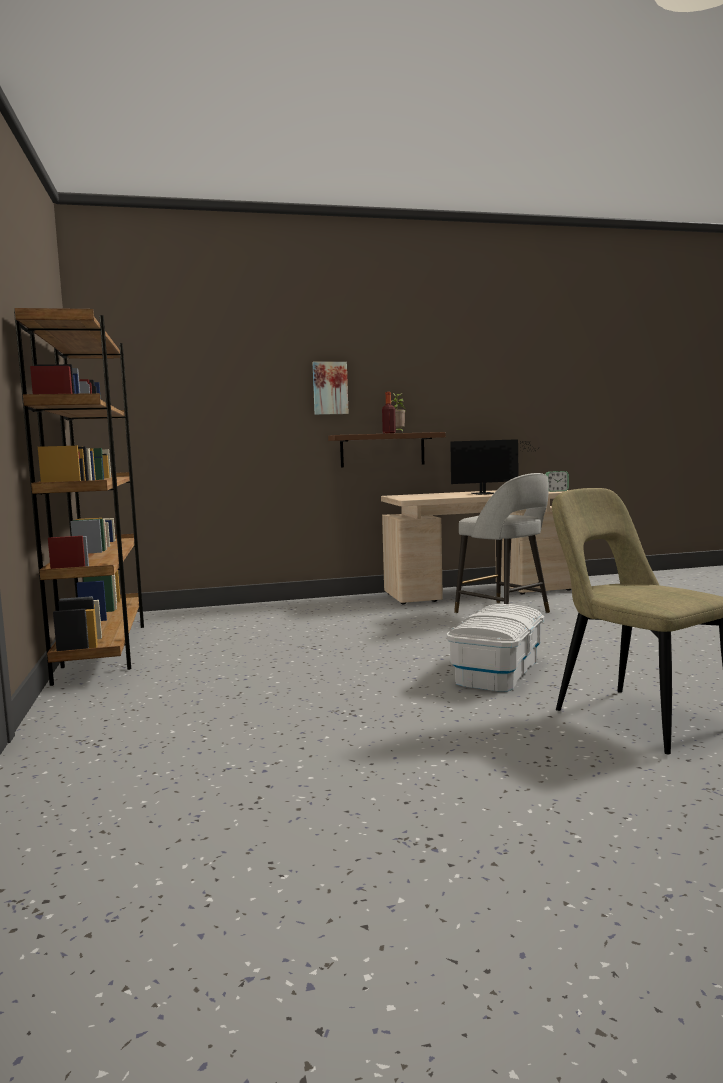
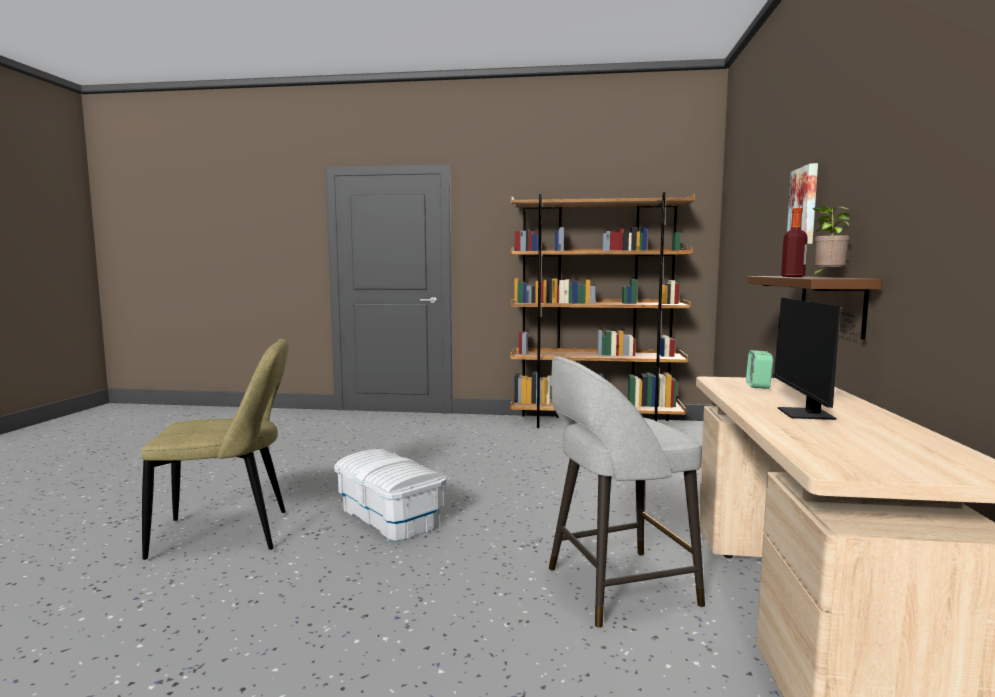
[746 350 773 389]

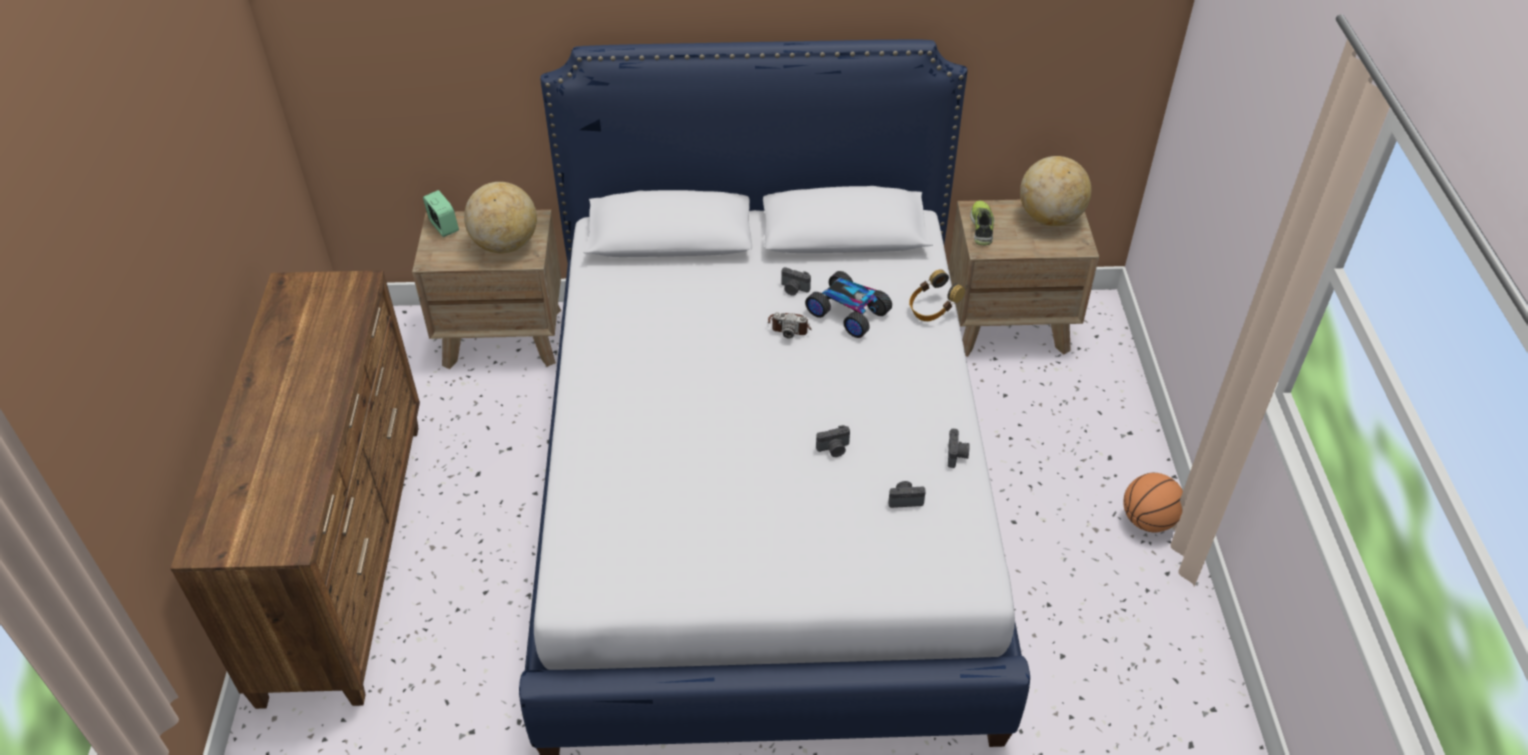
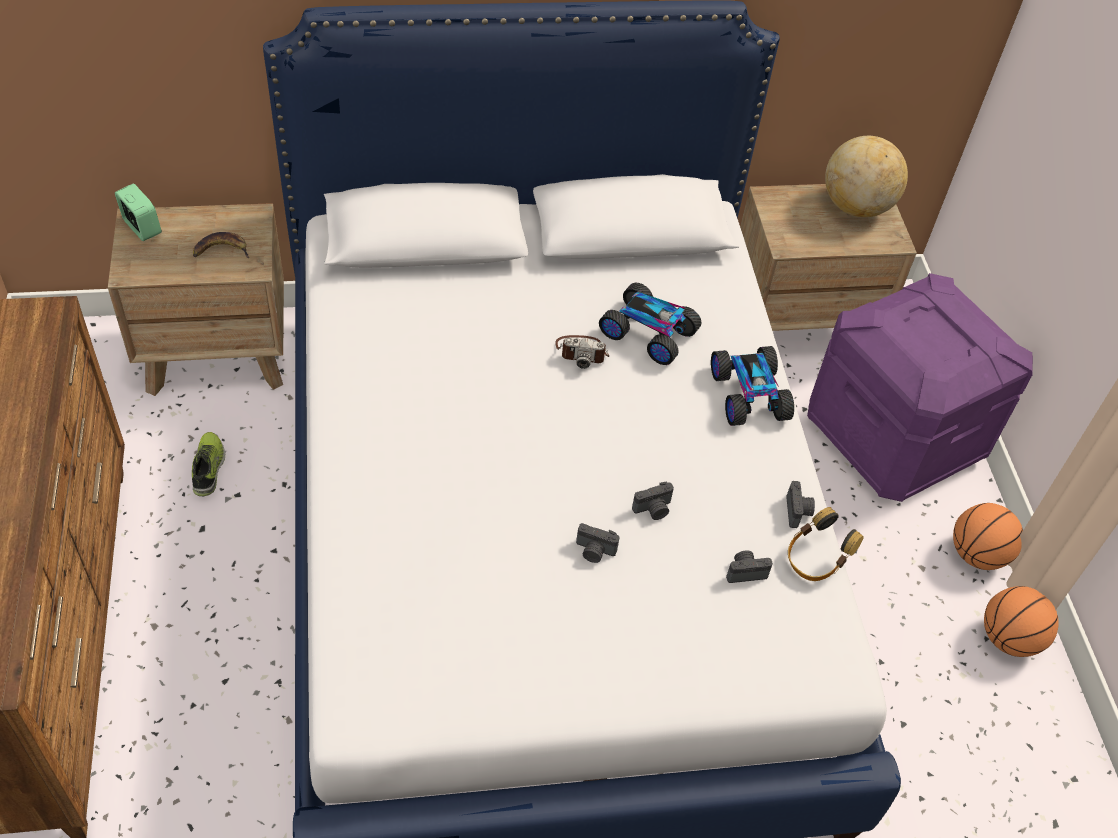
[193 232 249 258]
[576 523 620 563]
[788 507 864 581]
[192 432 225 496]
[711 346 794 426]
[807 273 1033 502]
[984 586 1059 657]

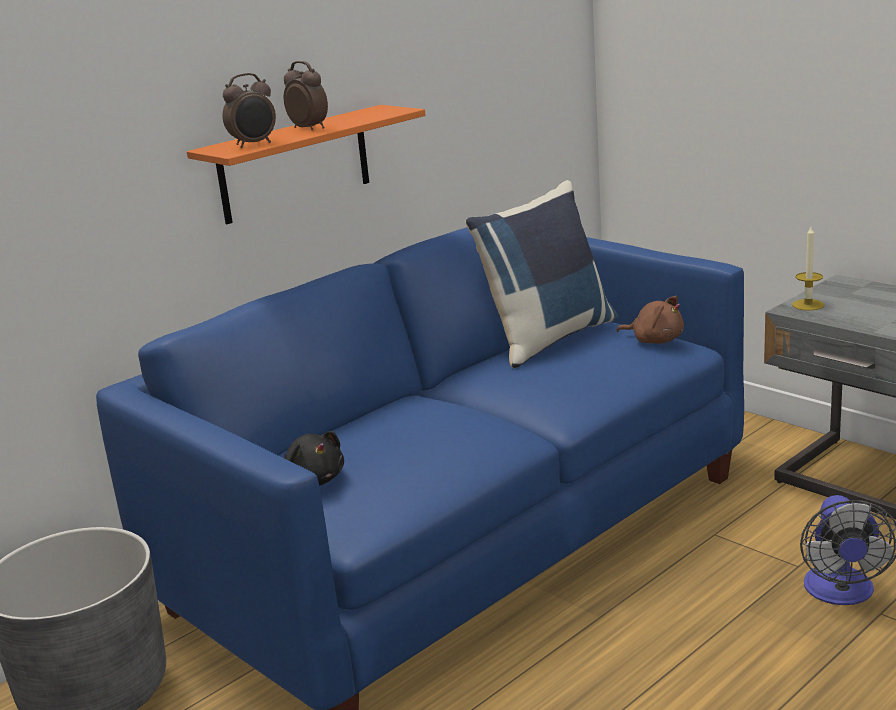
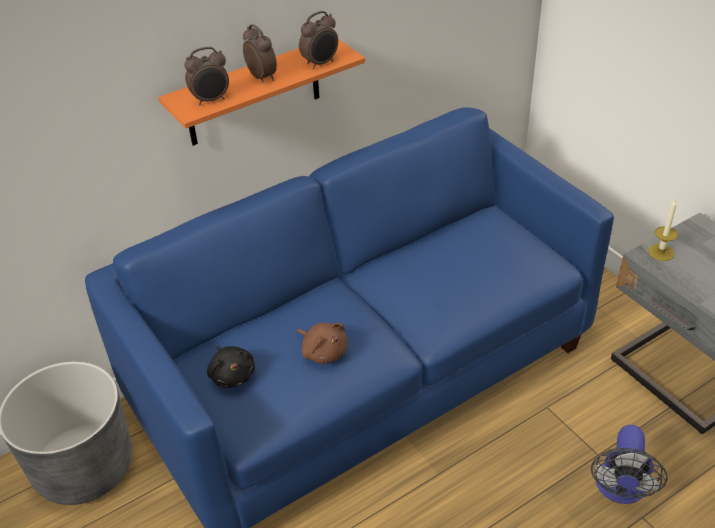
[465 180 618 368] (first image)
[297 323 347 364]
[299 11 338 69]

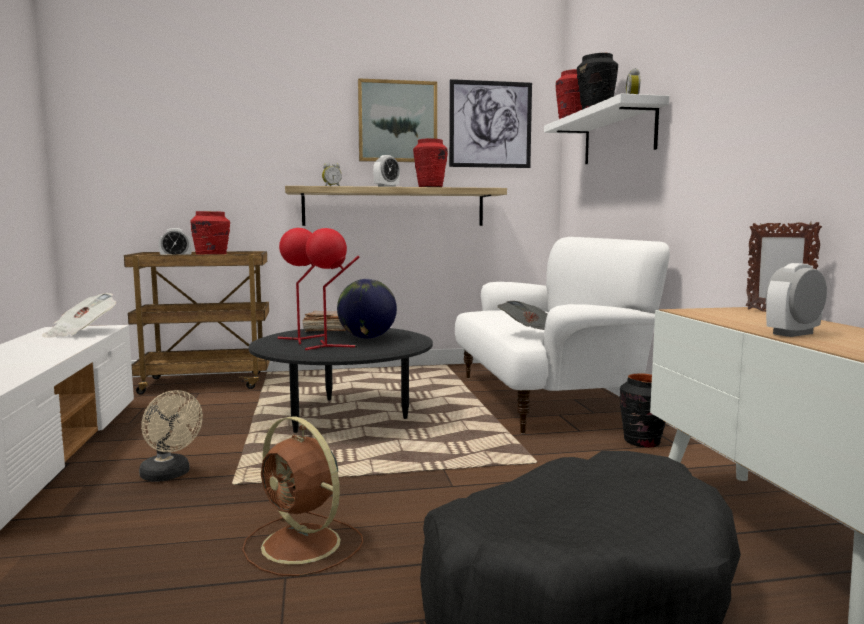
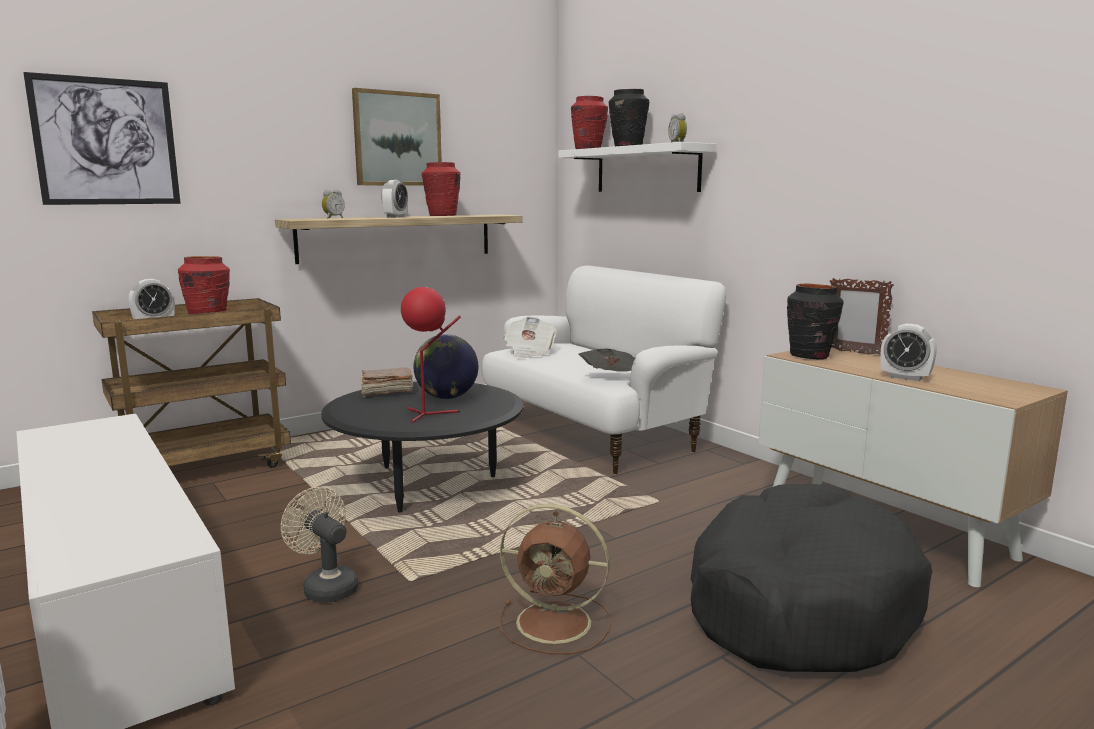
[503 317 557 358]
[281 487 359 603]
[277 228 324 344] (first image)
[23 72 180 205]
[787 283 844 359]
[881 324 937 381]

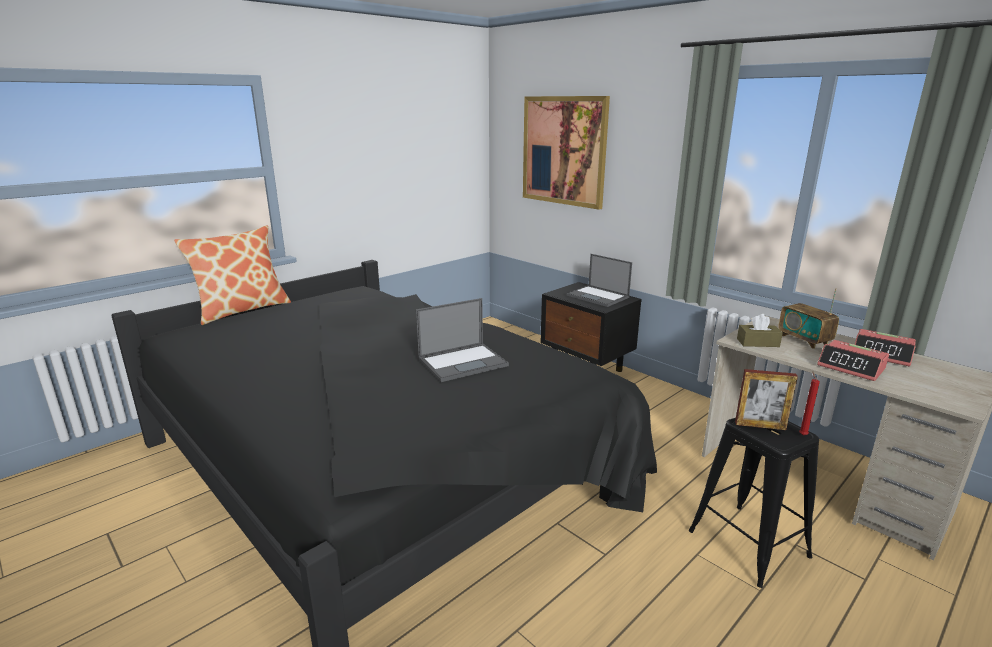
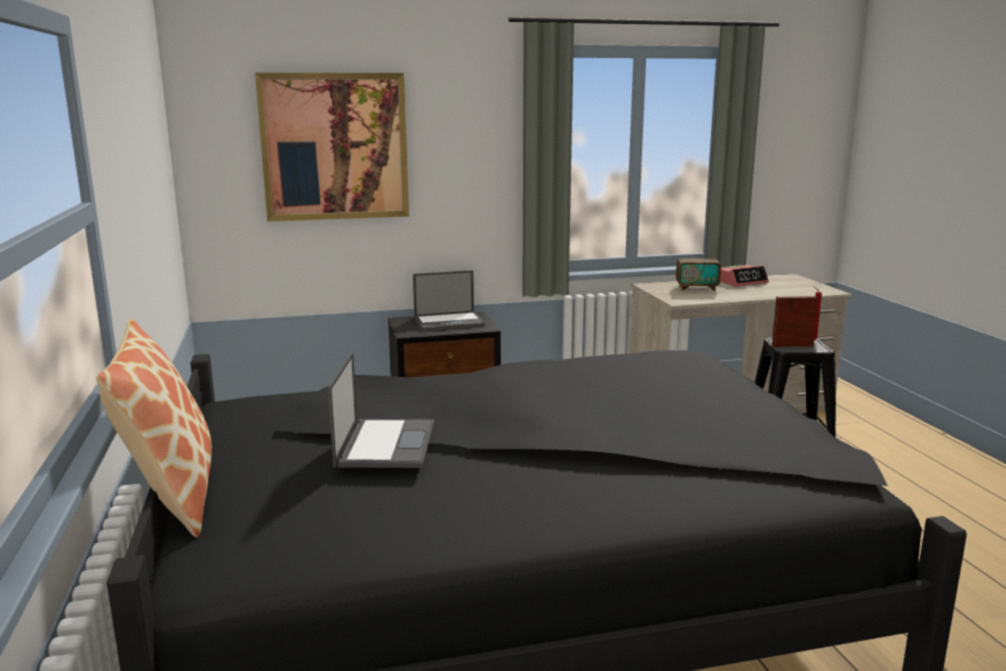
[328 352 434 468]
[772 296 818 347]
[737 314 783 347] (first image)
[817 340 889 381] (first image)

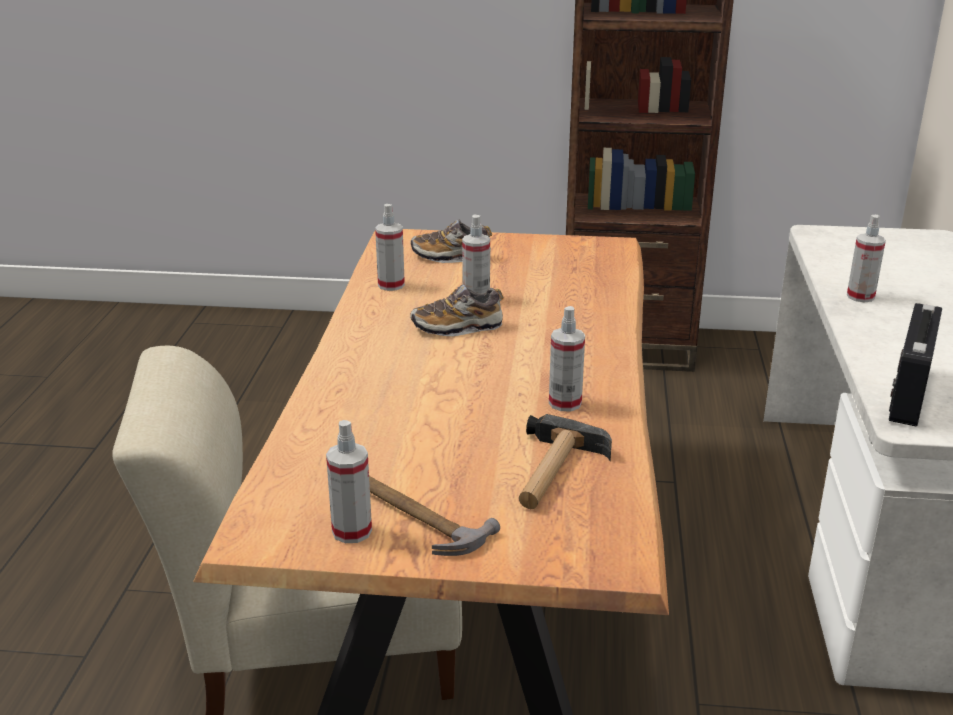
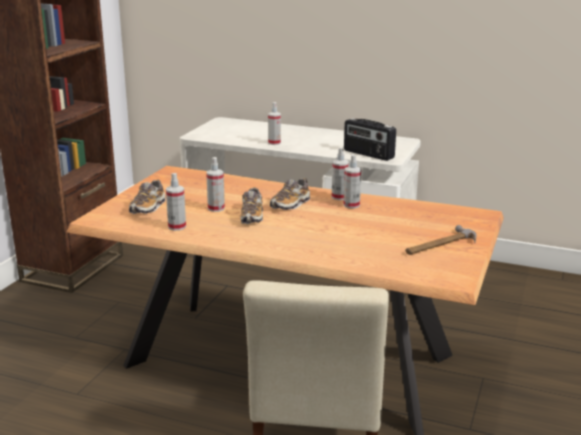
[332 148 349 200]
[519 414 612 509] (first image)
[270 178 310 210]

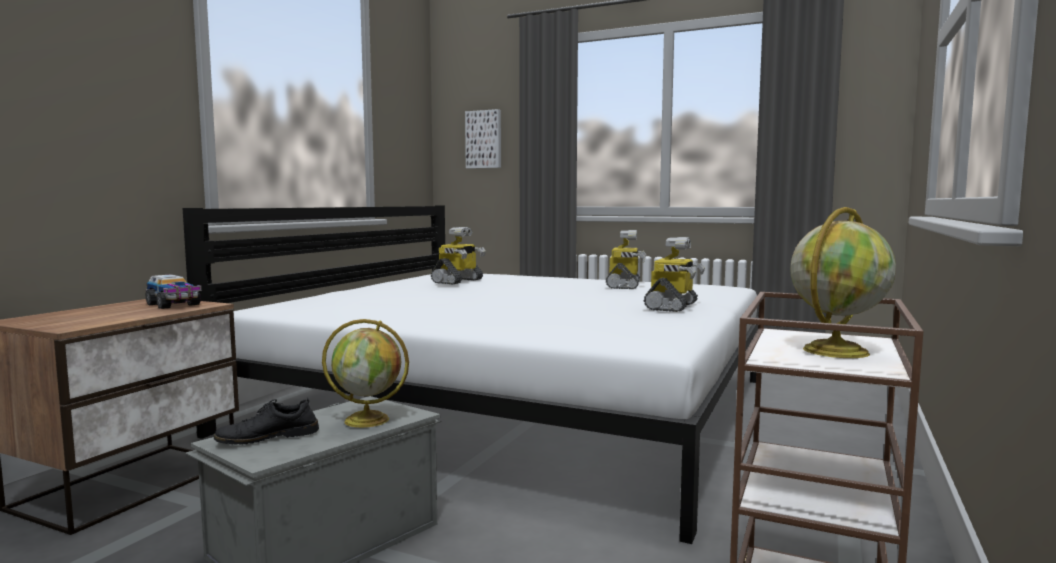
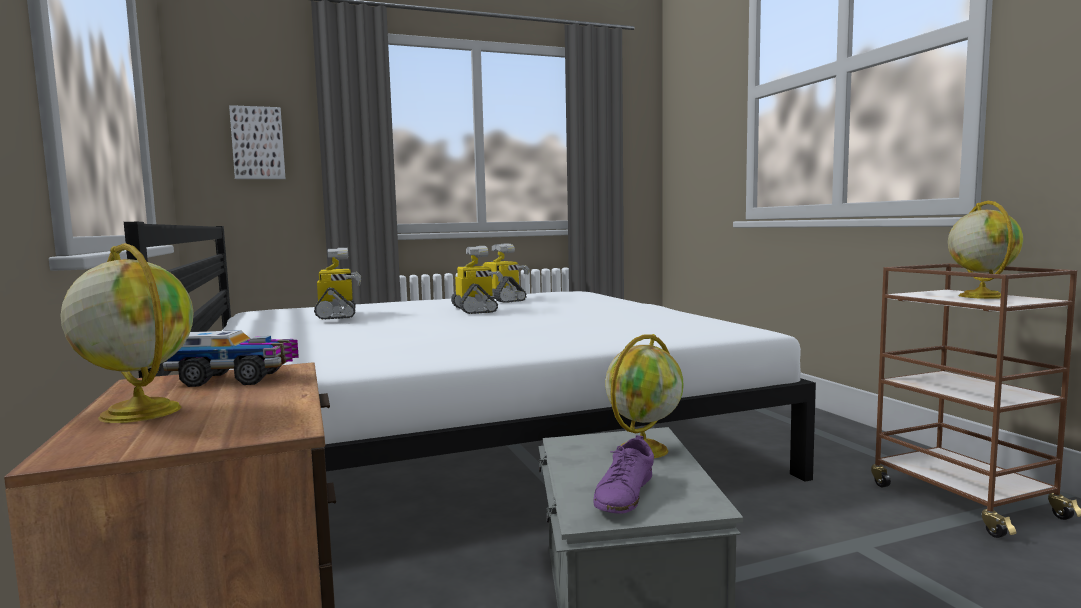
[593 435 654 513]
[451 246 503 314]
[60 243 194 423]

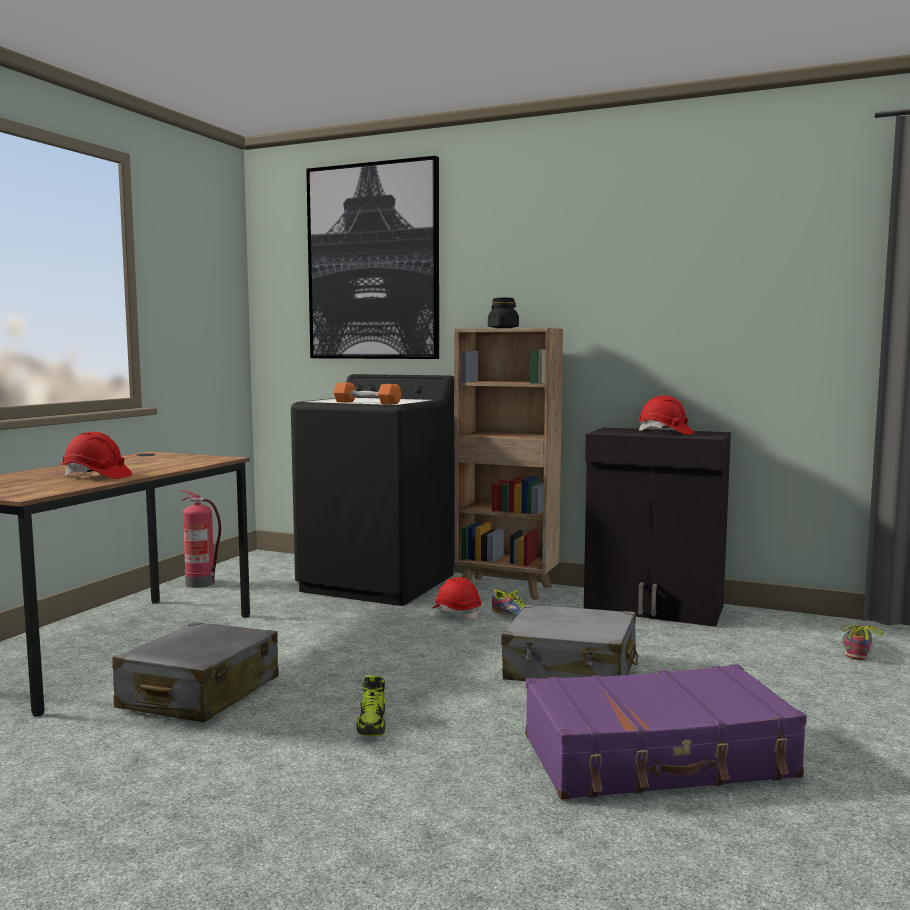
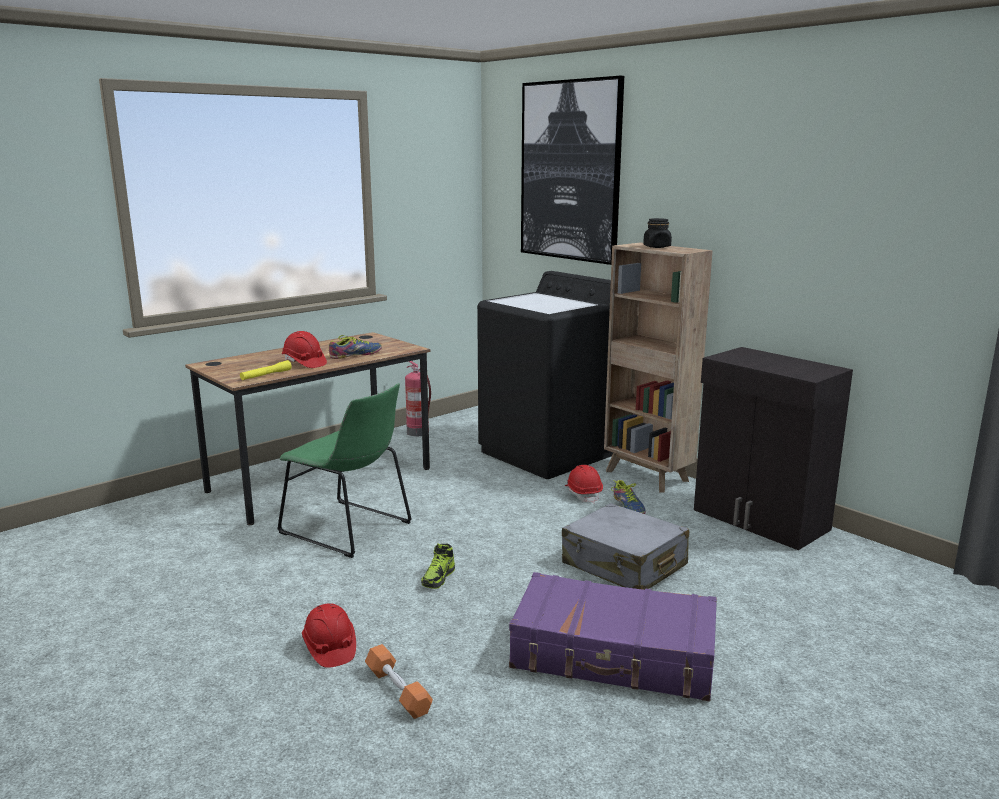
[277 383 412 558]
[365 644 433 719]
[302 603 356 668]
[329 335 382 359]
[240 360 292 380]

